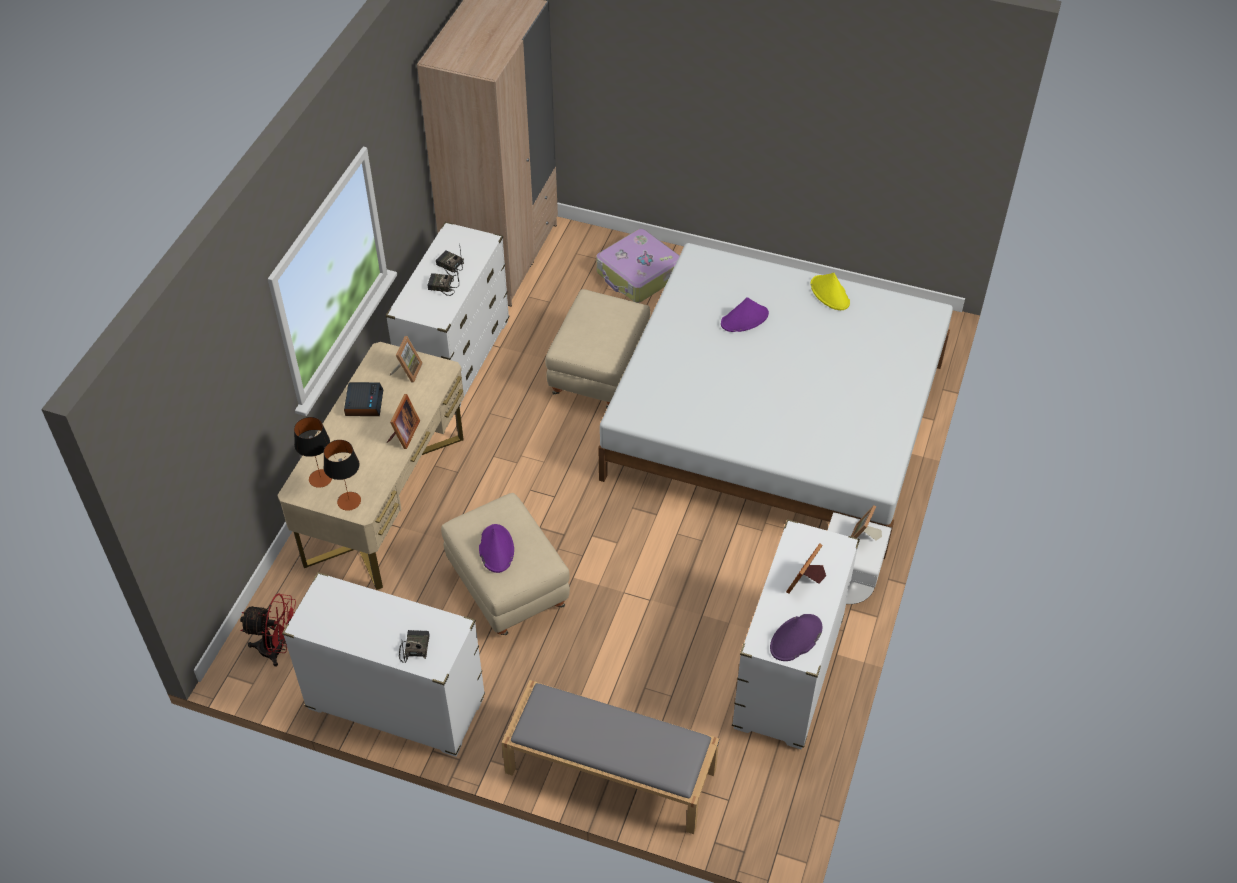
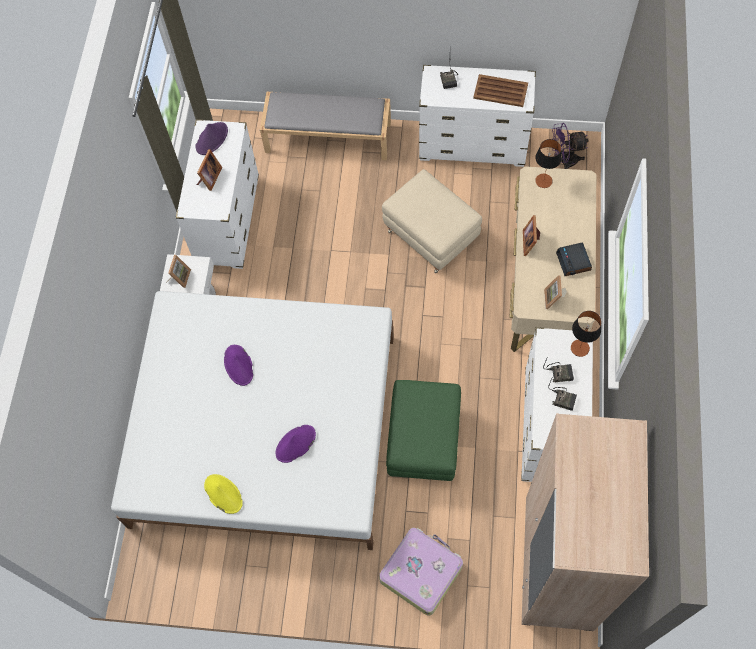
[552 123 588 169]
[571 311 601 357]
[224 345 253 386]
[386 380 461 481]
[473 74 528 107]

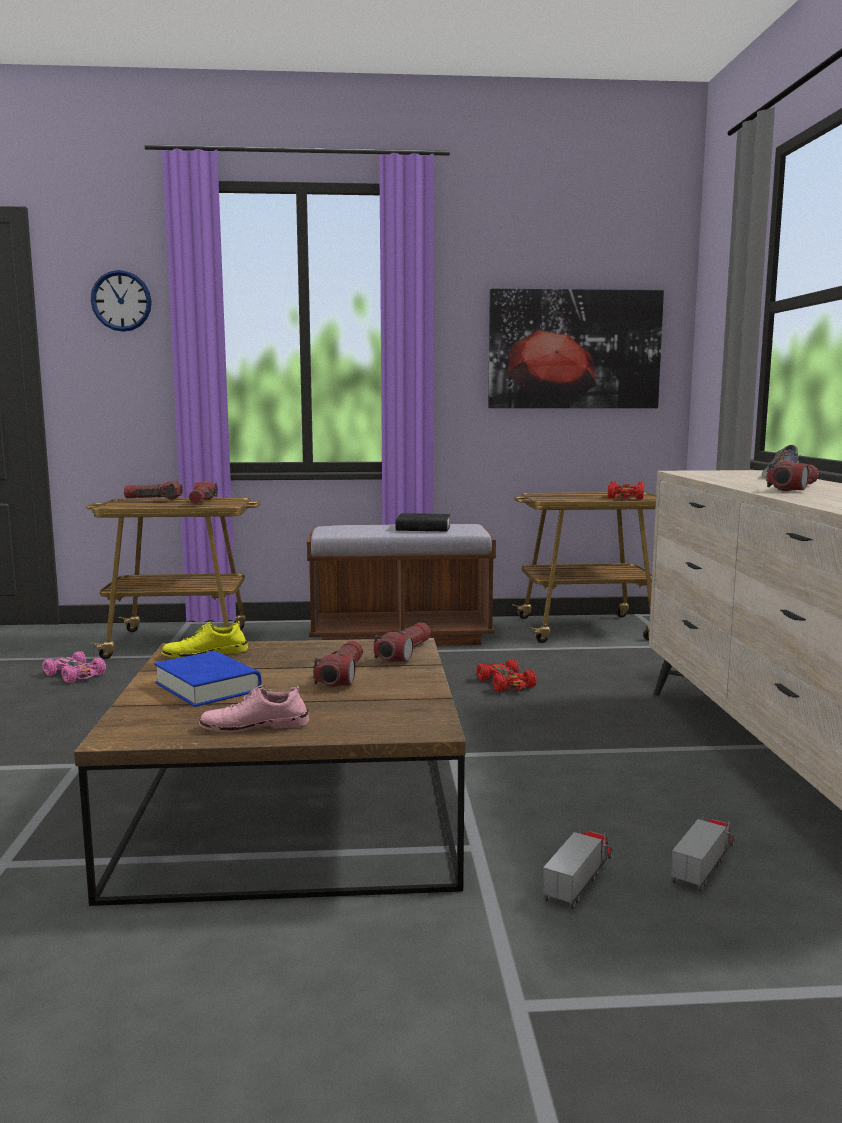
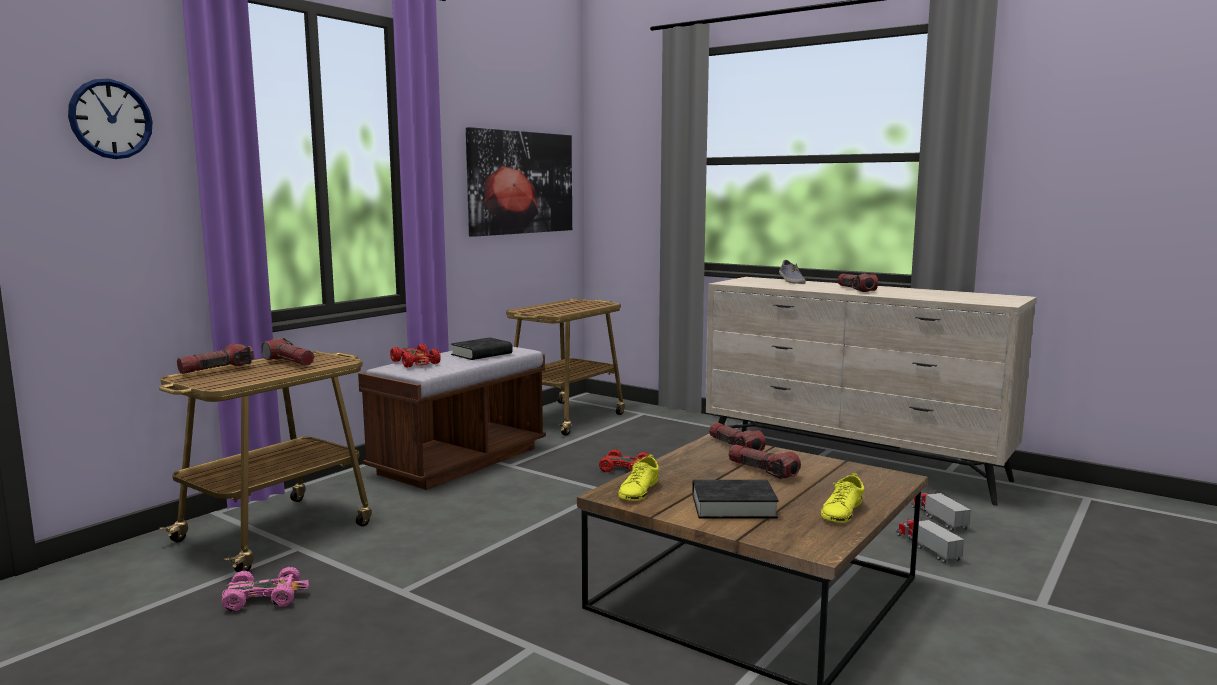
[692 480 779 518]
[821 473 864 523]
[390 344 441 367]

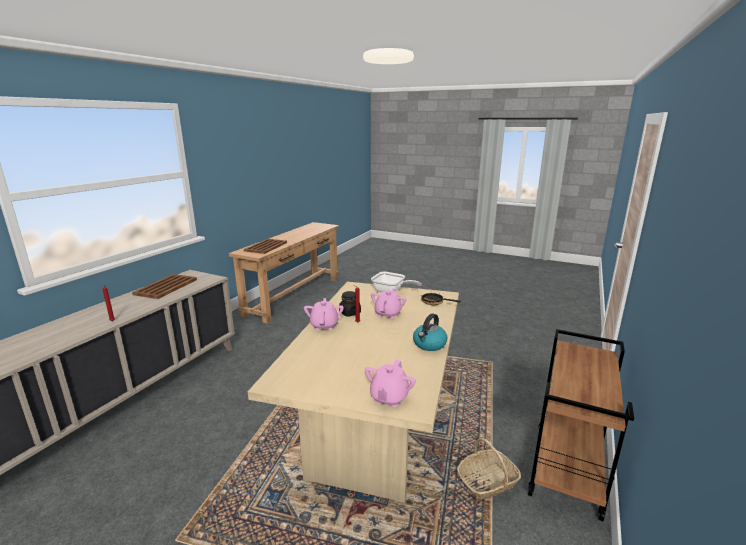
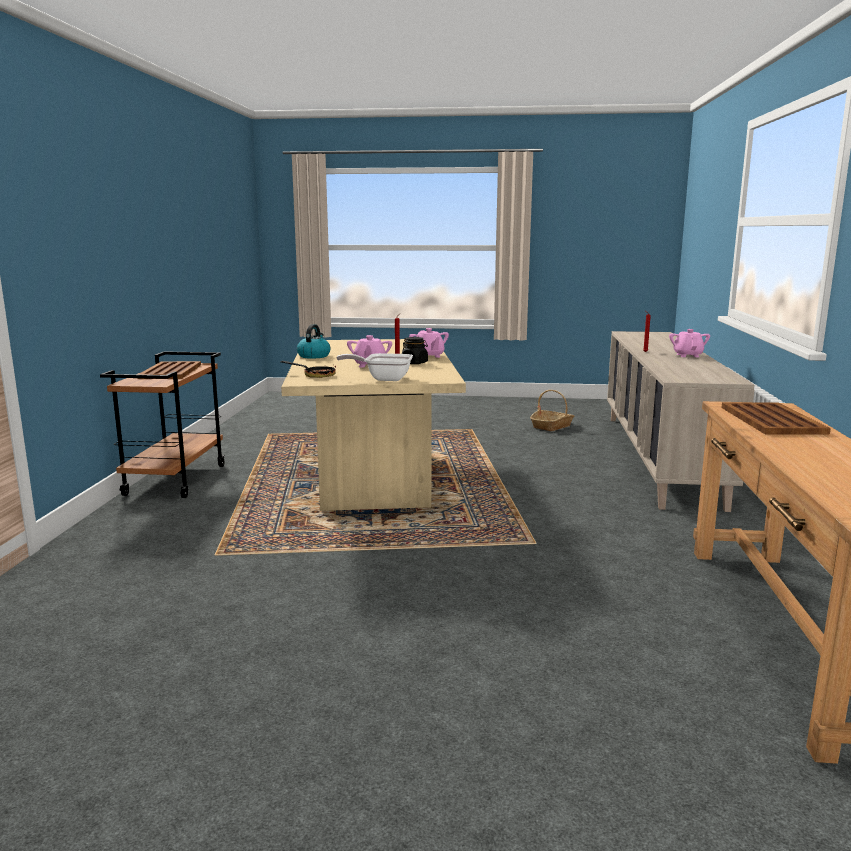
[138 361 201 379]
[669 329 710 357]
[530 390 574 431]

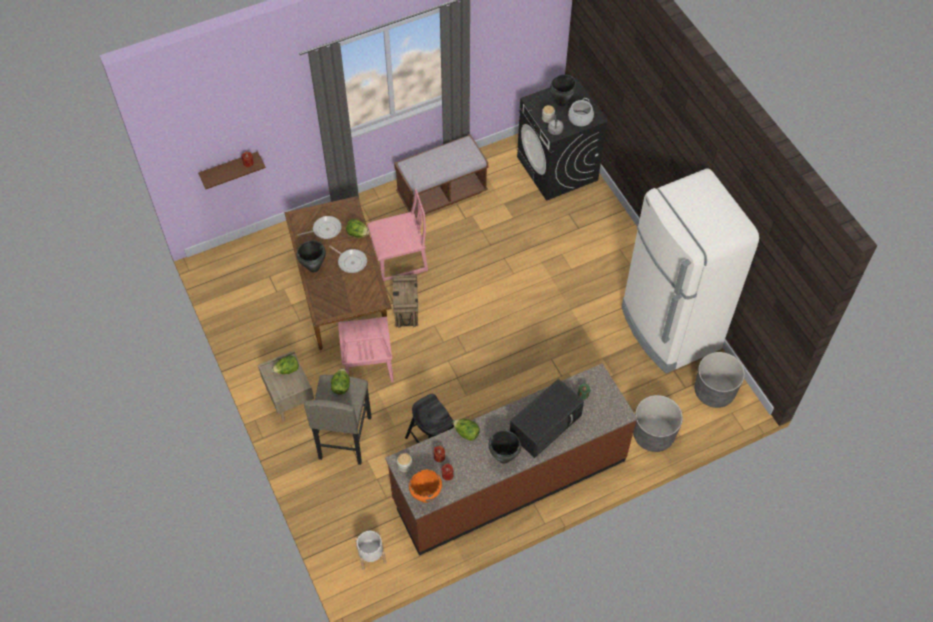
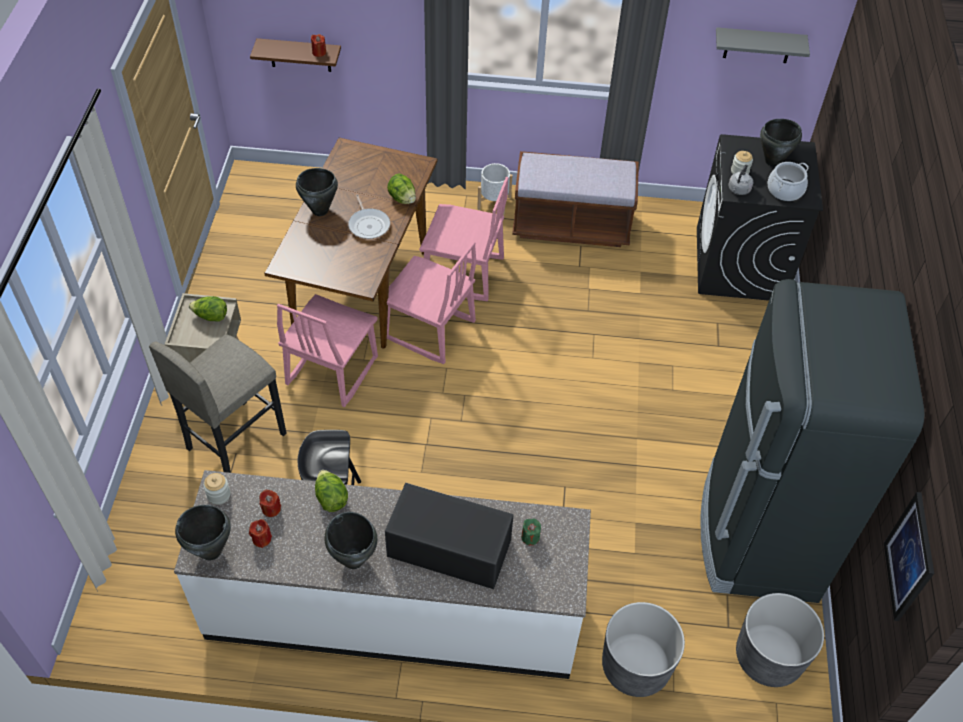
[297 216 342 239] (first image)
[331 368 350 395] (first image)
[477 163 513 215]
[174 470 591 679]
[387 241 476 364]
[175 505 231 560]
[385 483 514 589]
[700 279 925 603]
[716 27 810 63]
[884 492 934 621]

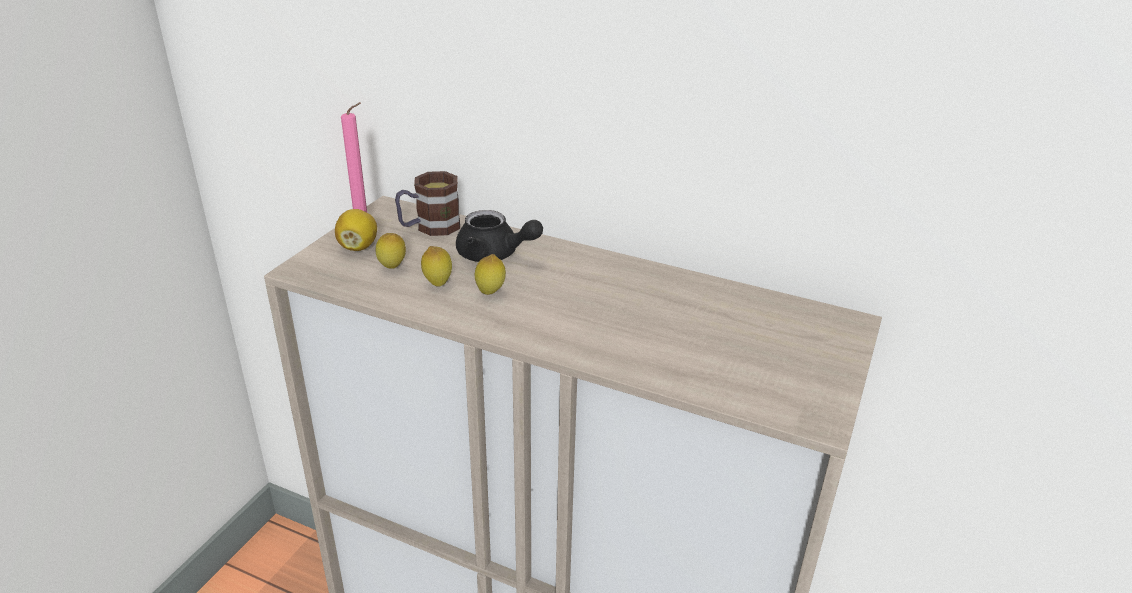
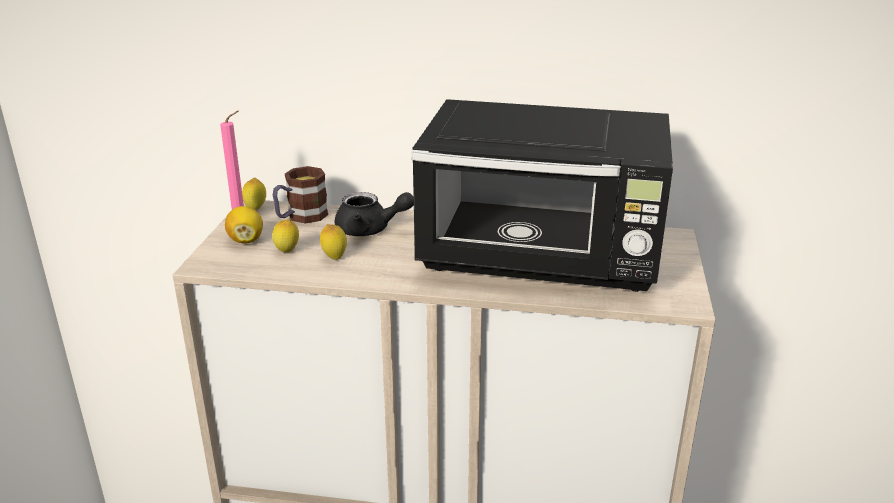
[242 178 266 210]
[411 99 673 292]

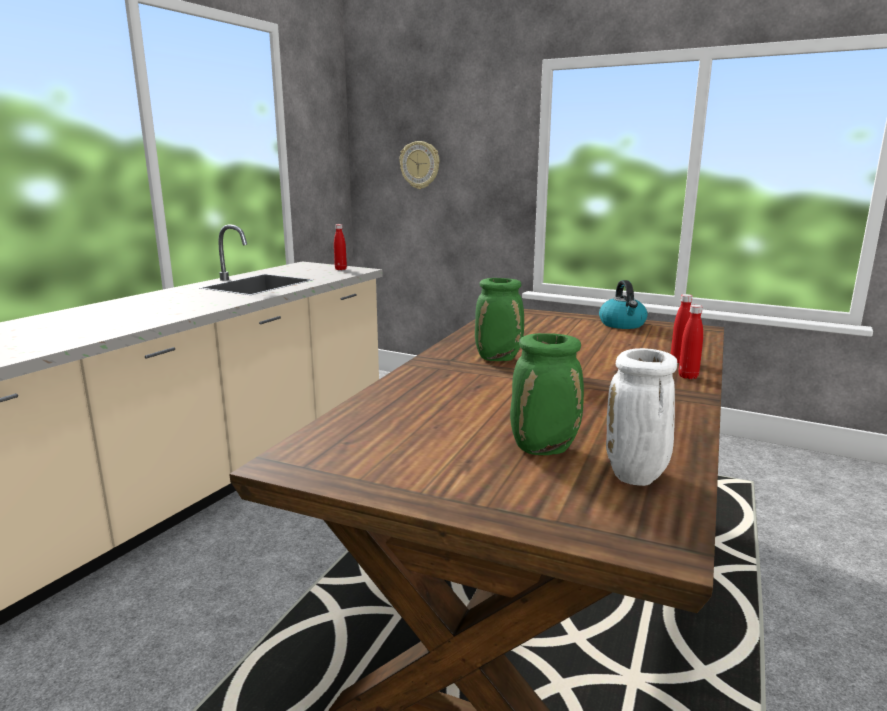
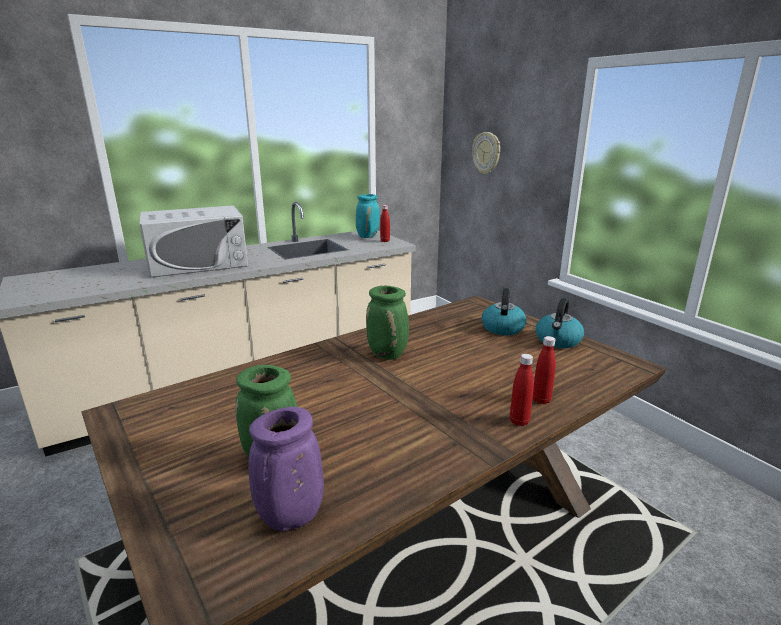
[249 407 324 531]
[139 205 248 278]
[356 194 380 238]
[482 288 527 335]

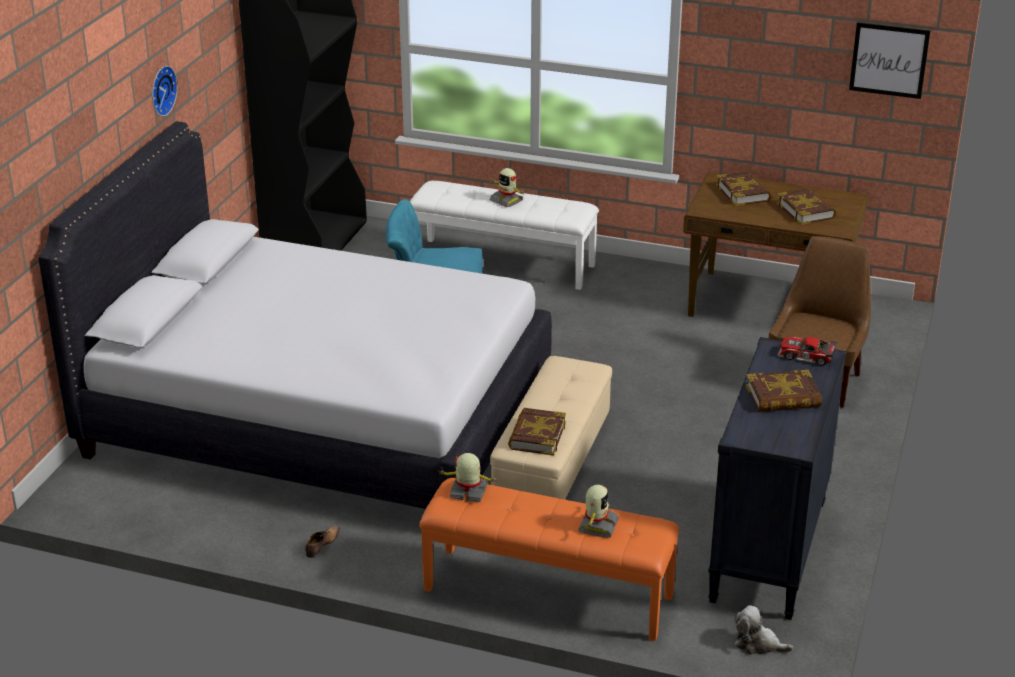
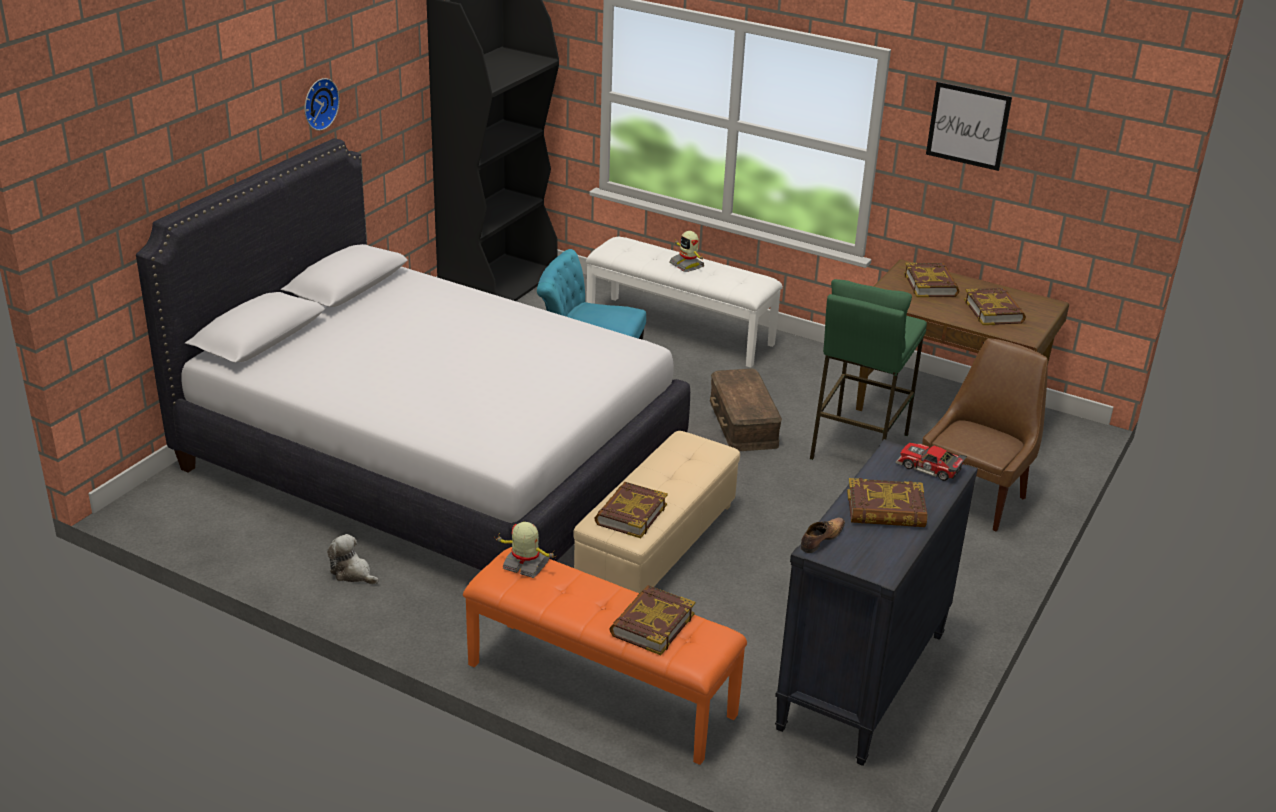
[801 518 845 553]
[609 585 695 655]
[327 534 379 584]
[926 81 1012 171]
[710 369 782 451]
[810 279 927 460]

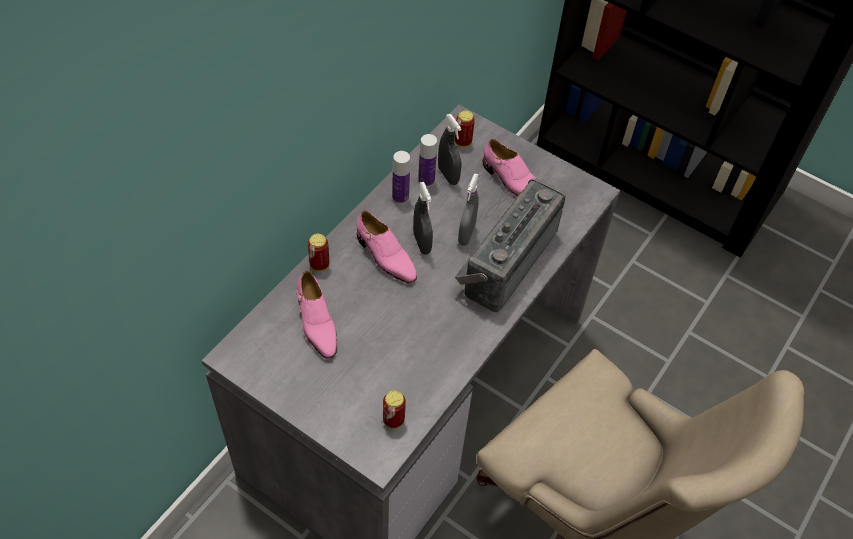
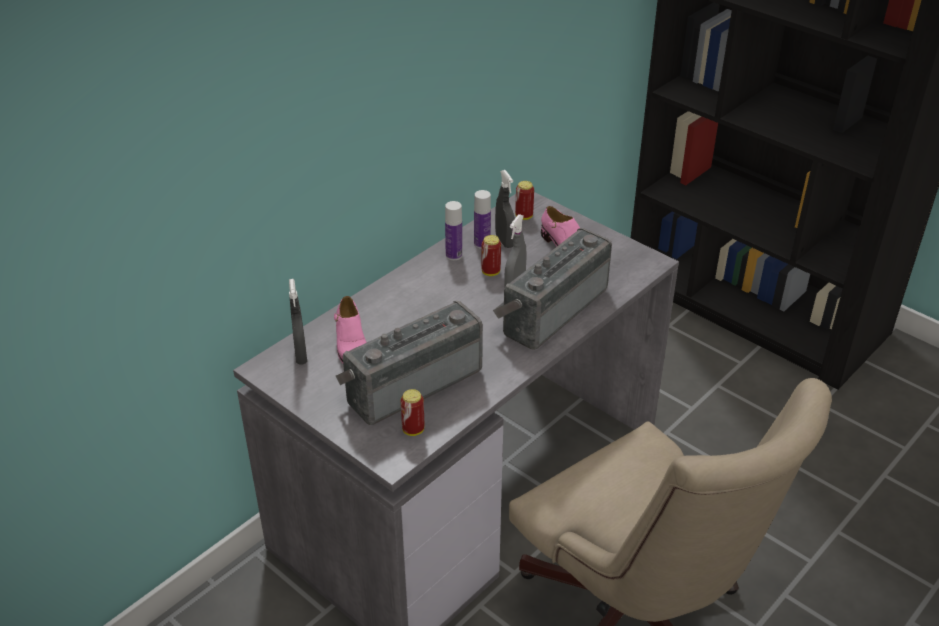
[481 235 501 276]
[356 211 417 284] (first image)
[289 279 307 364]
[336 301 483 425]

